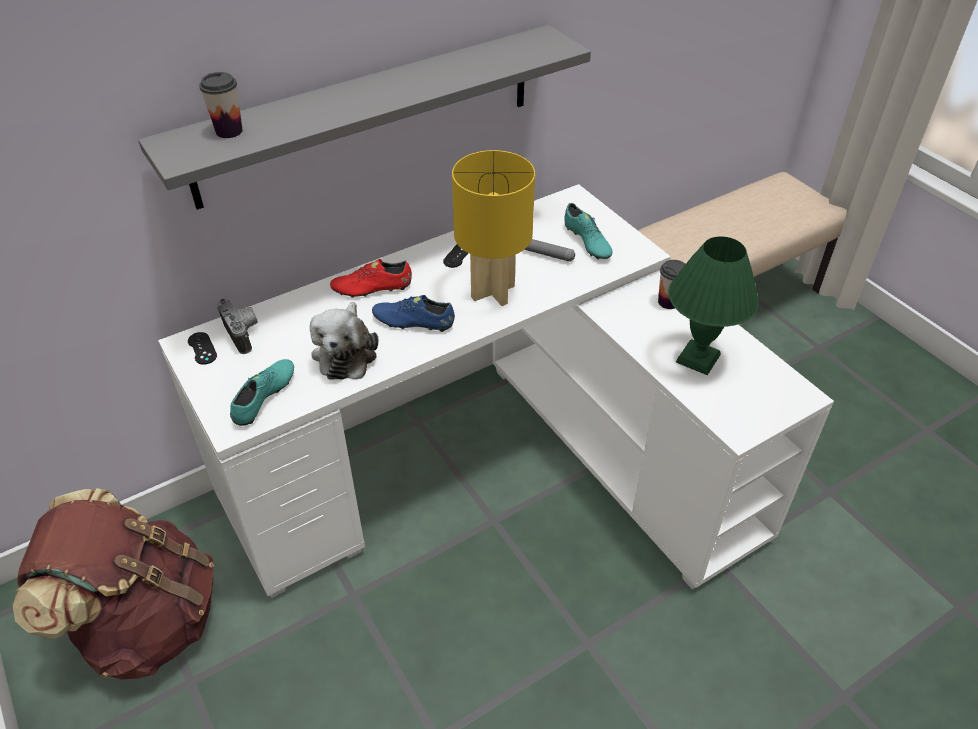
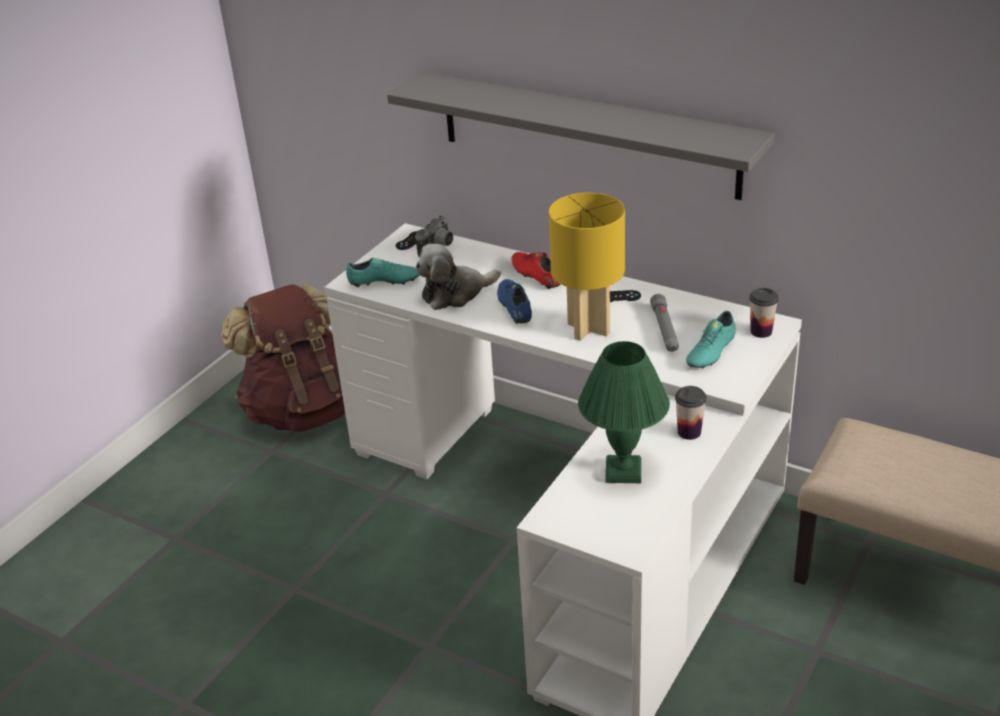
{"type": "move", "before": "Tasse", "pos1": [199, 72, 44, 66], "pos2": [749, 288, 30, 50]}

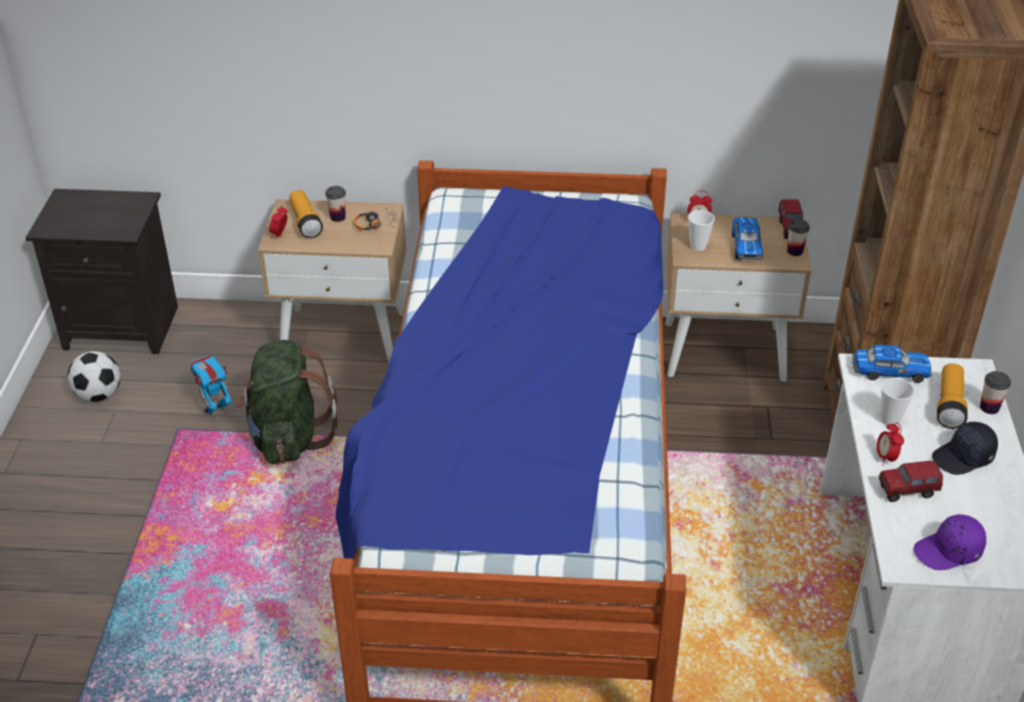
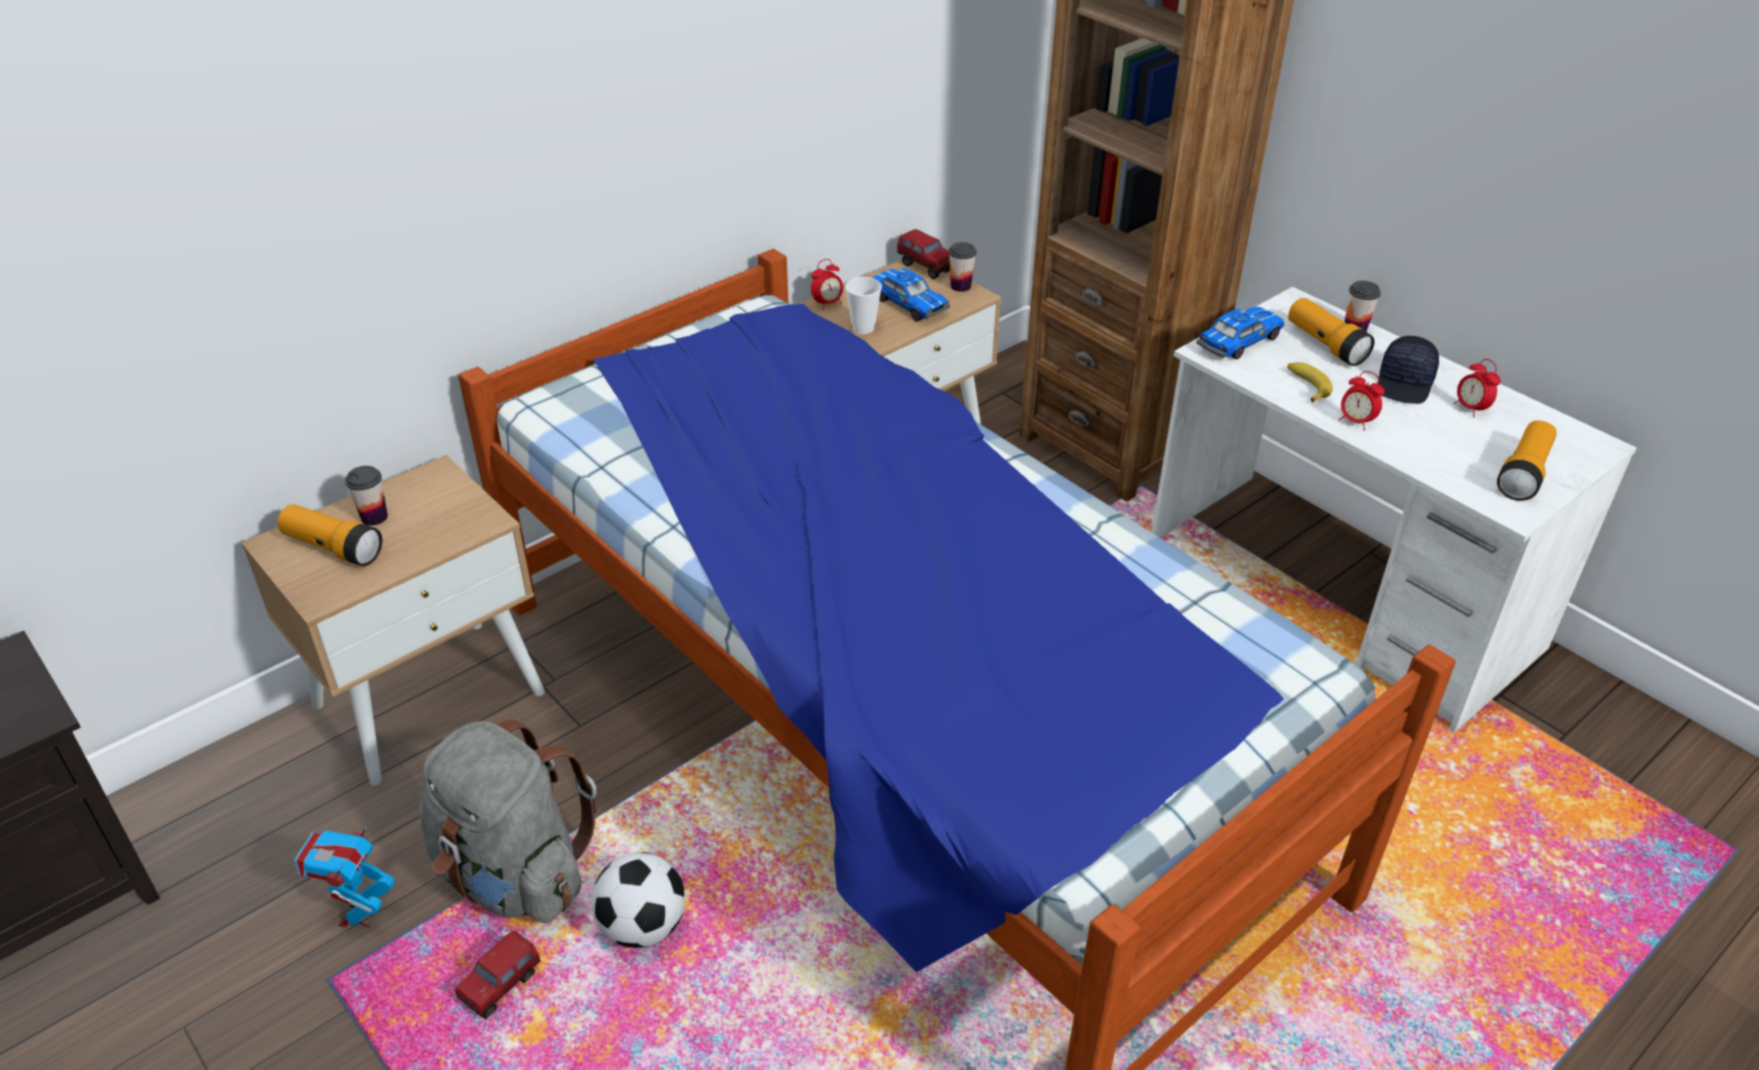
{"type": "delete", "before": "Kopfhörer", "pos1": [354, 208, 48, 22]}
{"type": "move", "before": "Fußball", "pos1": [67, 351, 54, 51], "pos2": [591, 852, 94, 96]}
{"type": "move", "before": "Wecker", "pos1": [269, 206, 19, 33], "pos2": [1454, 359, 47, 58]}
{"type": "move", "before": "Spielzeuglaster", "pos1": [879, 461, 64, 41], "pos2": [455, 931, 86, 88]}
{"type": "replace", "before": "Tasse", "after": "Banane", "pos1": [880, 378, 35, 48], "pos2": [1287, 362, 46, 40]}
{"type": "replace", "before": "Kappe/lila", "after": "Taschenlampe", "pos1": [913, 514, 73, 56], "pos2": [1497, 420, 60, 81]}
{"type": "recolor", "before": "Rucksack/grün", "after": "Rucksack/grau", "pos1": [235, 340, 102, 124], "pos2": [419, 719, 178, 204]}

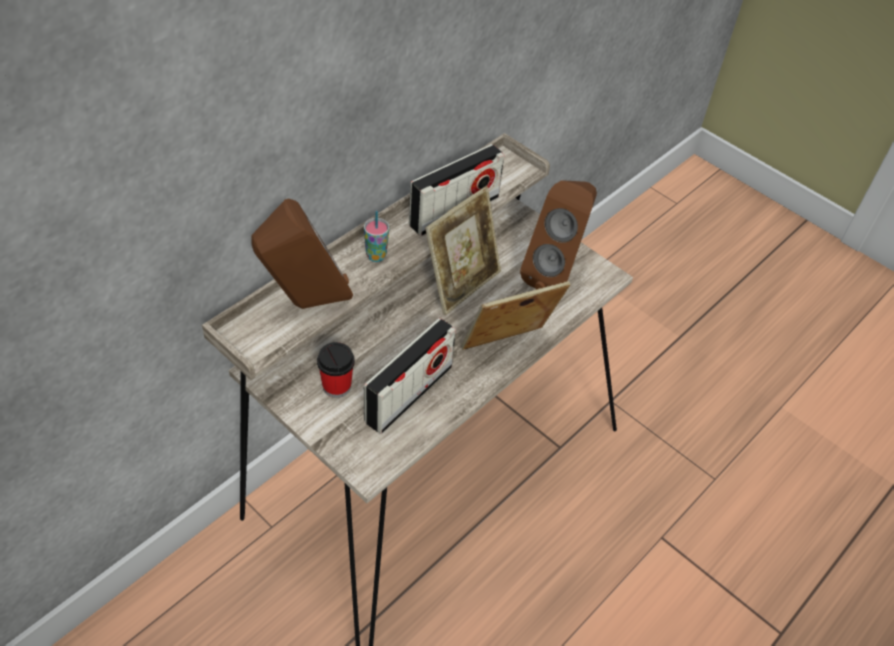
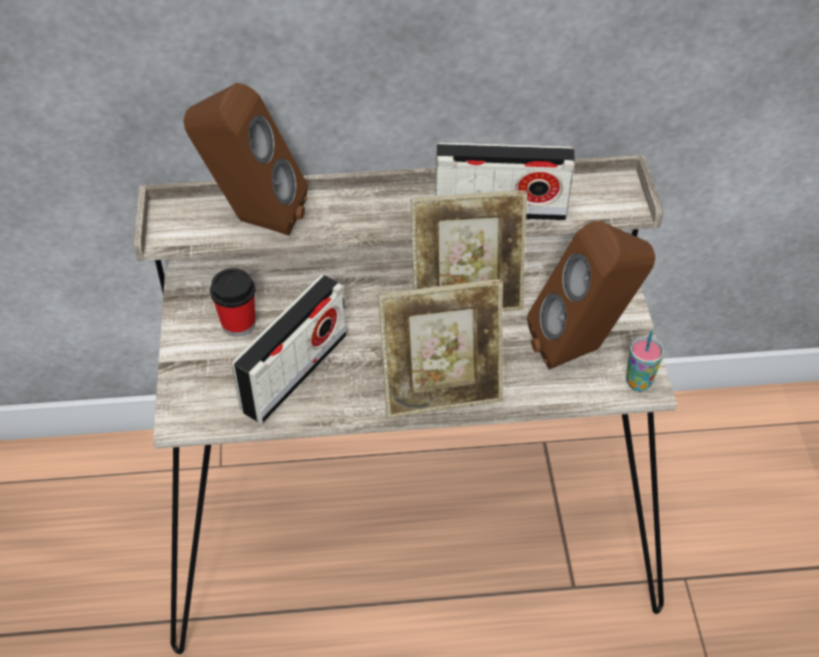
{"type": "move", "before": "Tasse", "pos1": [364, 211, 25, 51], "pos2": [626, 330, 38, 61]}
{"type": "rotate", "before": "Radio", "pos1": [364, 318, 92, 116], "pos2": [232, 274, 114, 149], "turn": -45}
{"type": "rotate", "before": "Bilderrahmen", "pos1": [461, 281, 110, 69], "pos2": [378, 279, 125, 139], "turn": 150}

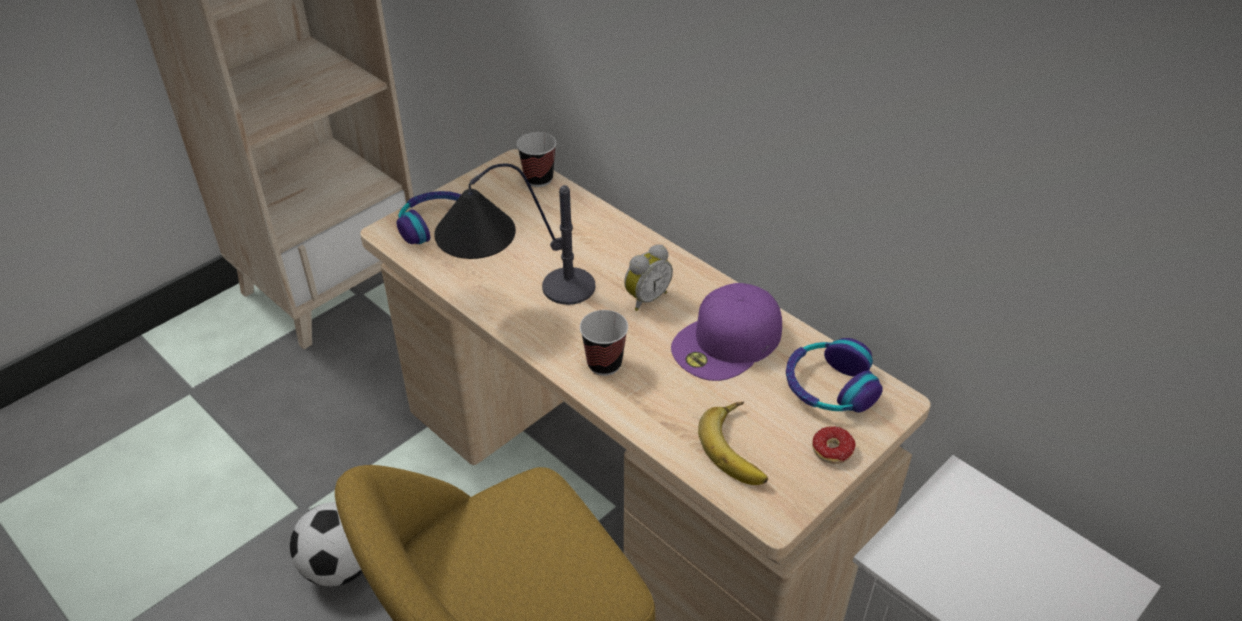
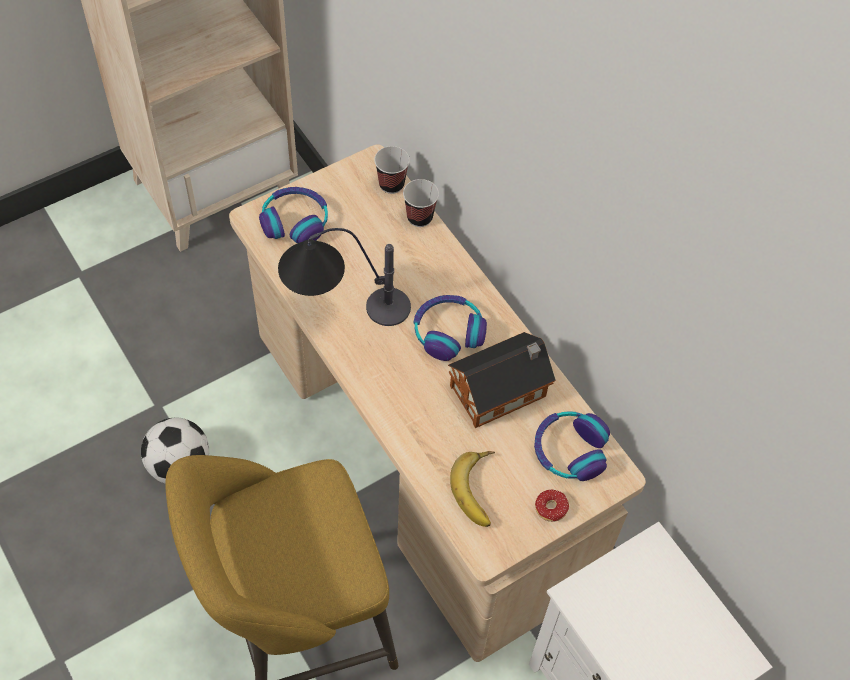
{"type": "move", "before": "Tasse", "pos1": [580, 310, 48, 66], "pos2": [403, 179, 36, 48]}
{"type": "replace", "before": "Wecker", "after": "Kopfhörer", "pos1": [624, 245, 49, 66], "pos2": [414, 295, 73, 66]}
{"type": "replace", "before": "Kappe/lila", "after": "Spielzeughaus", "pos1": [671, 283, 111, 98], "pos2": [448, 332, 108, 96]}

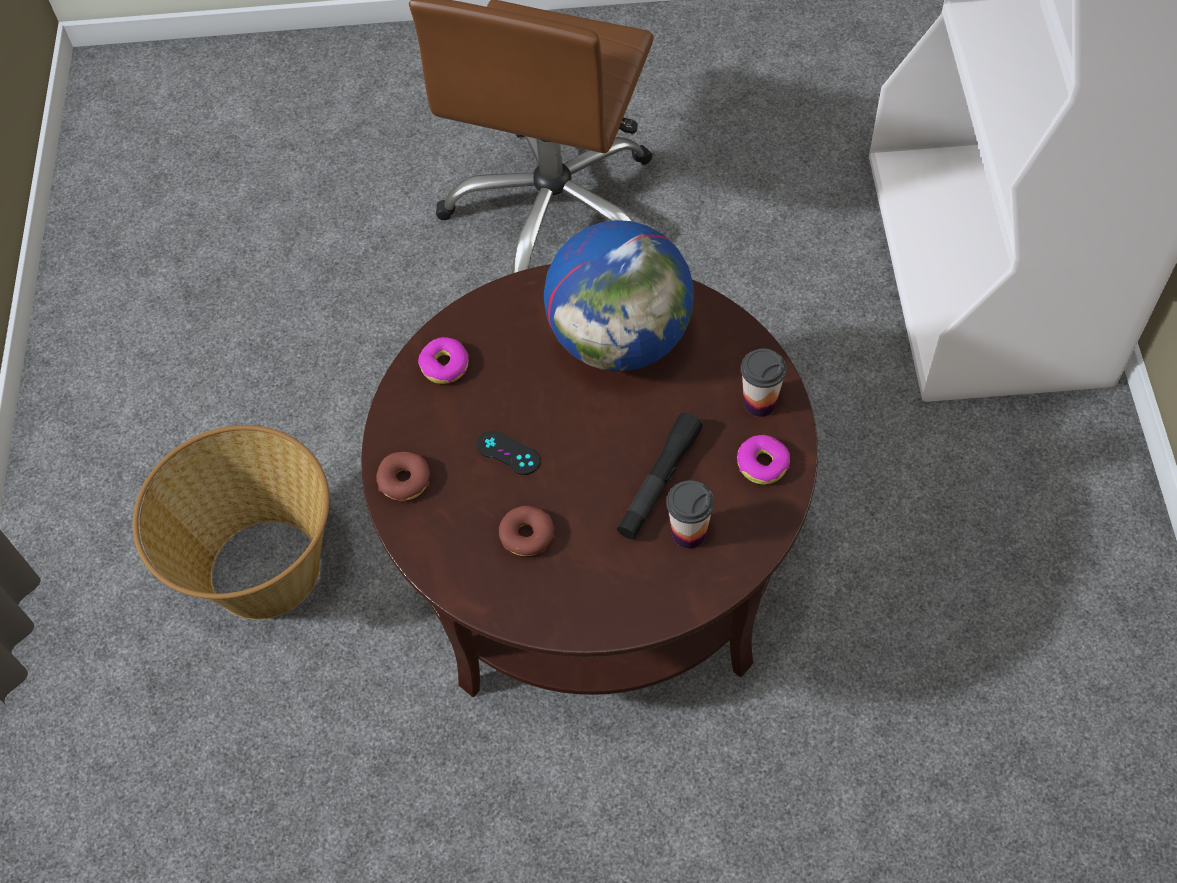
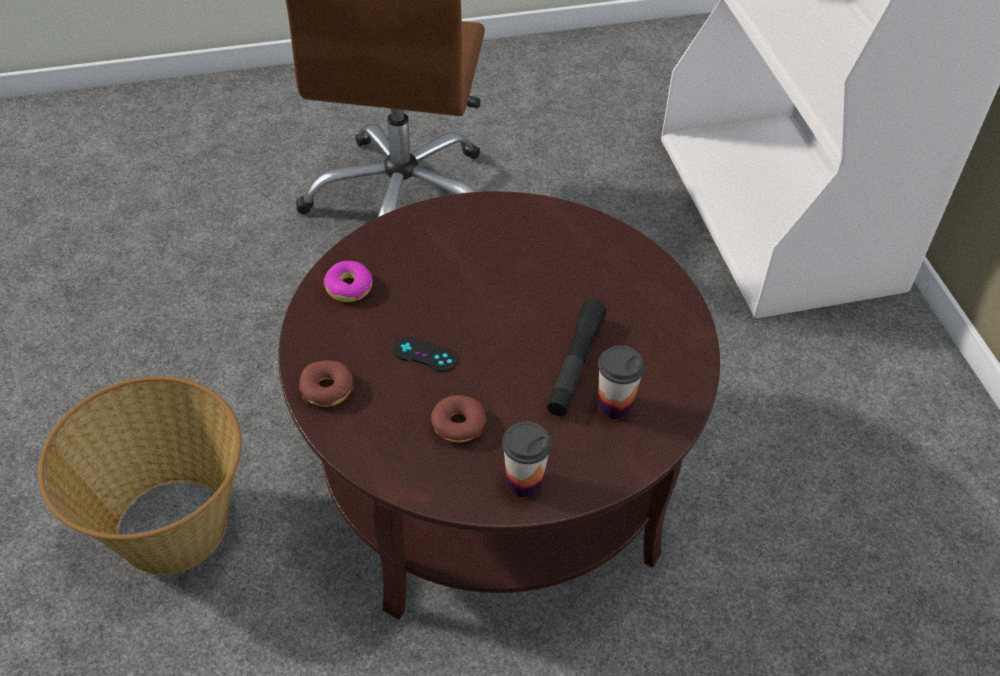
{"type": "delete", "before": "Globus", "pos1": [544, 220, 150, 152]}
{"type": "delete", "before": "Donut", "pos1": [737, 435, 53, 49]}
{"type": "move", "before": "Tasse", "pos1": [741, 348, 46, 69], "pos2": [502, 421, 50, 76]}

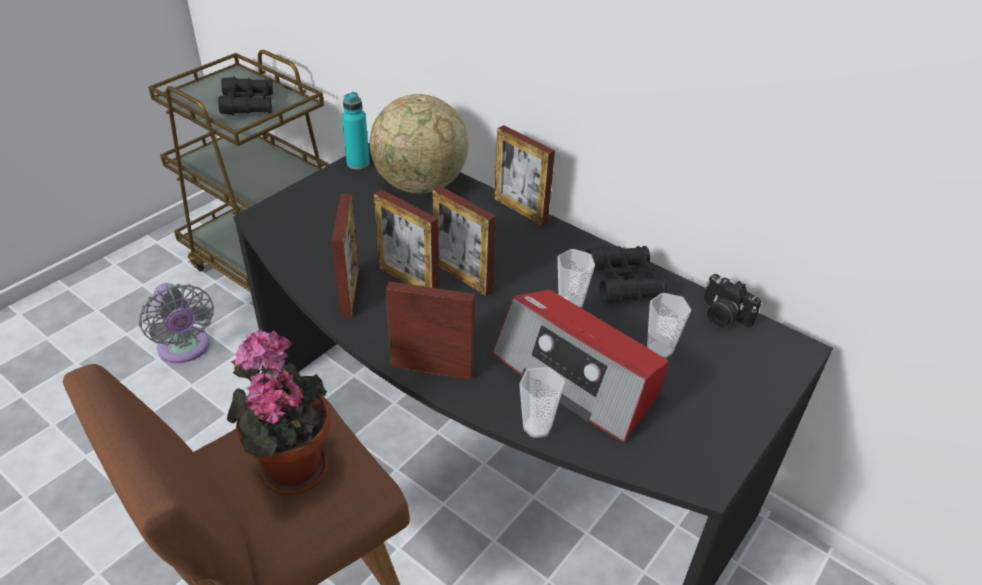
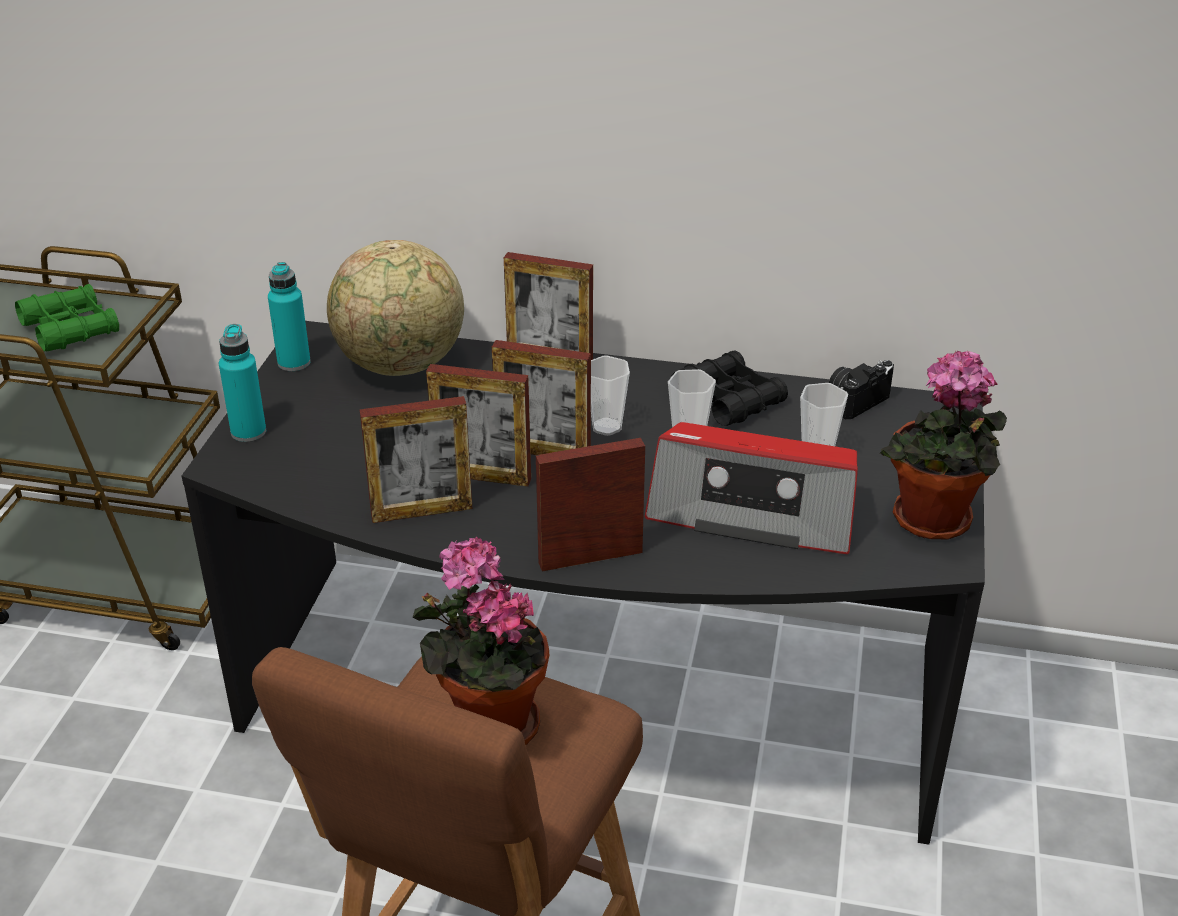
{"type": "delete", "before": "Ventilator/grau", "pos1": [139, 283, 75, 80]}
{"type": "insert", "after": "Flasche/türkis", "pos2": [219, 324, 47, 118]}
{"type": "insert", "after": "Topfpflanze", "pos2": [880, 351, 127, 188]}
{"type": "move", "before": "Tasse", "pos1": [519, 367, 46, 71], "pos2": [591, 355, 39, 81]}
{"type": "recolor", "before": "Fernglas/schwarz", "after": "Fernglas/grün", "pos1": [218, 76, 55, 39], "pos2": [15, 284, 104, 67]}
{"type": "rotate", "before": "Bilderrahmen", "pos1": [331, 194, 28, 124], "pos2": [359, 396, 114, 127], "turn": 105}
{"type": "rotate", "before": "Kamera", "pos1": [704, 274, 57, 53], "pos2": [829, 360, 65, 59], "turn": 120}

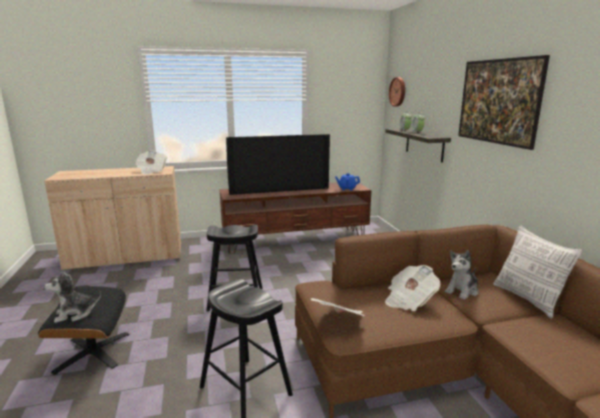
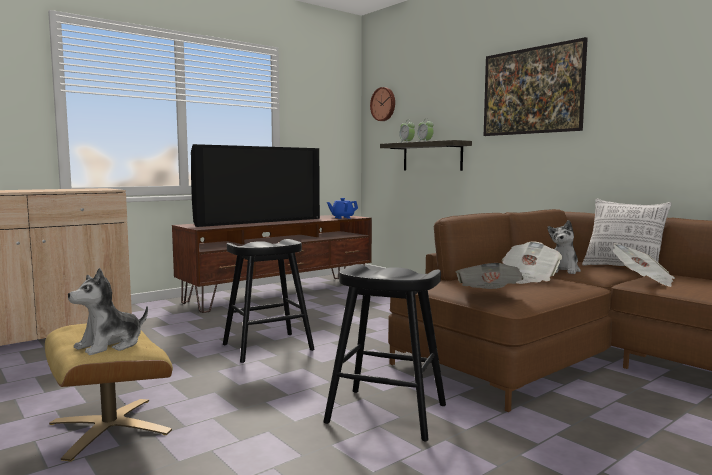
{"type": "move", "before": "Zeitung", "pos1": [135, 151, 32, 24], "pos2": [613, 243, 62, 44]}
{"type": "recolor", "before": "Polsterhocker/schwarz", "after": "Polsterhocker/beige", "pos1": [38, 286, 91, 89], "pos2": [45, 324, 128, 137]}

